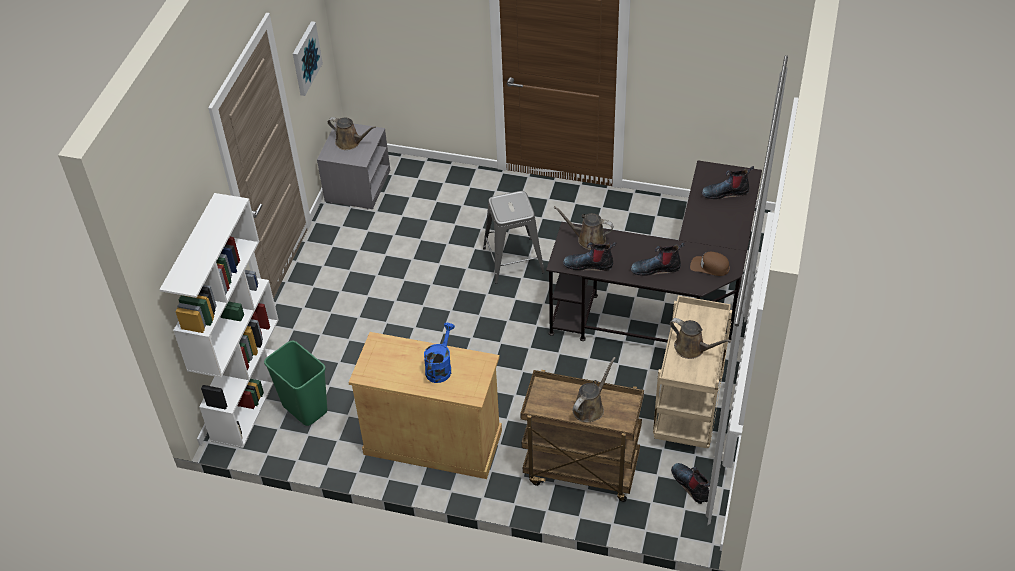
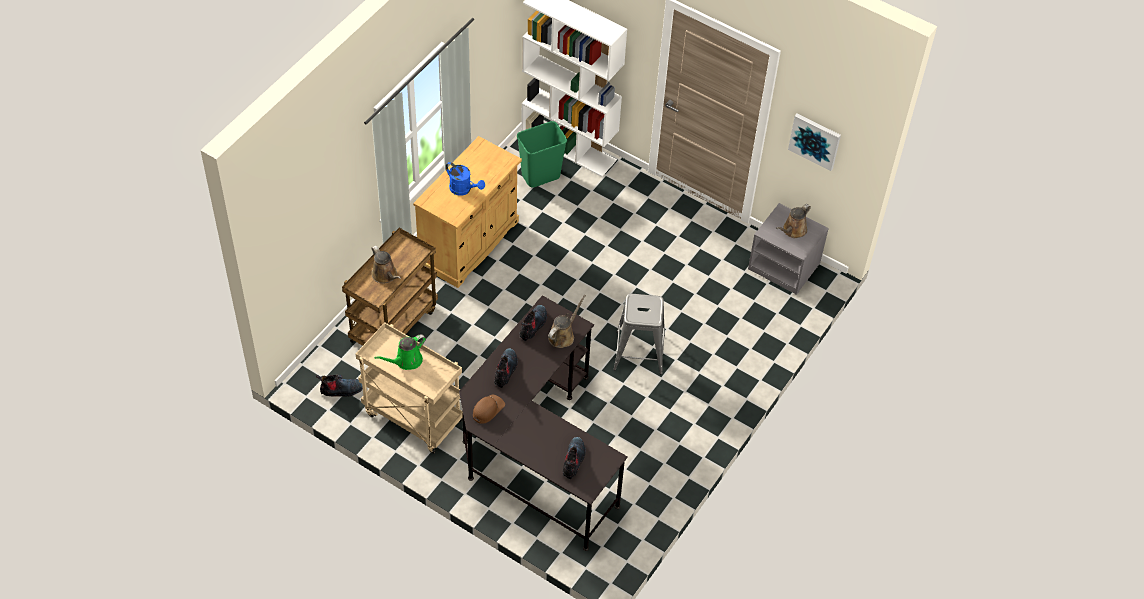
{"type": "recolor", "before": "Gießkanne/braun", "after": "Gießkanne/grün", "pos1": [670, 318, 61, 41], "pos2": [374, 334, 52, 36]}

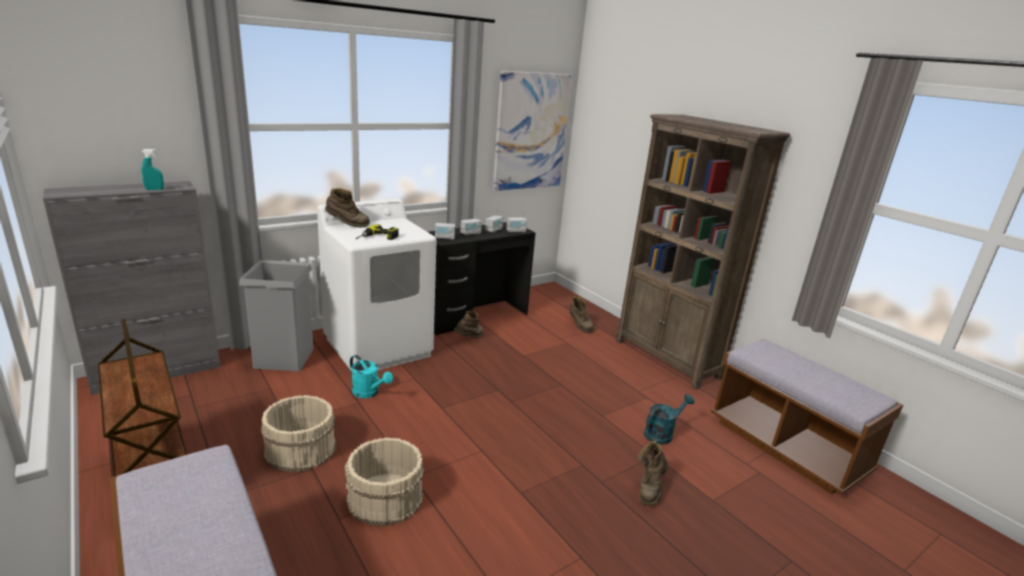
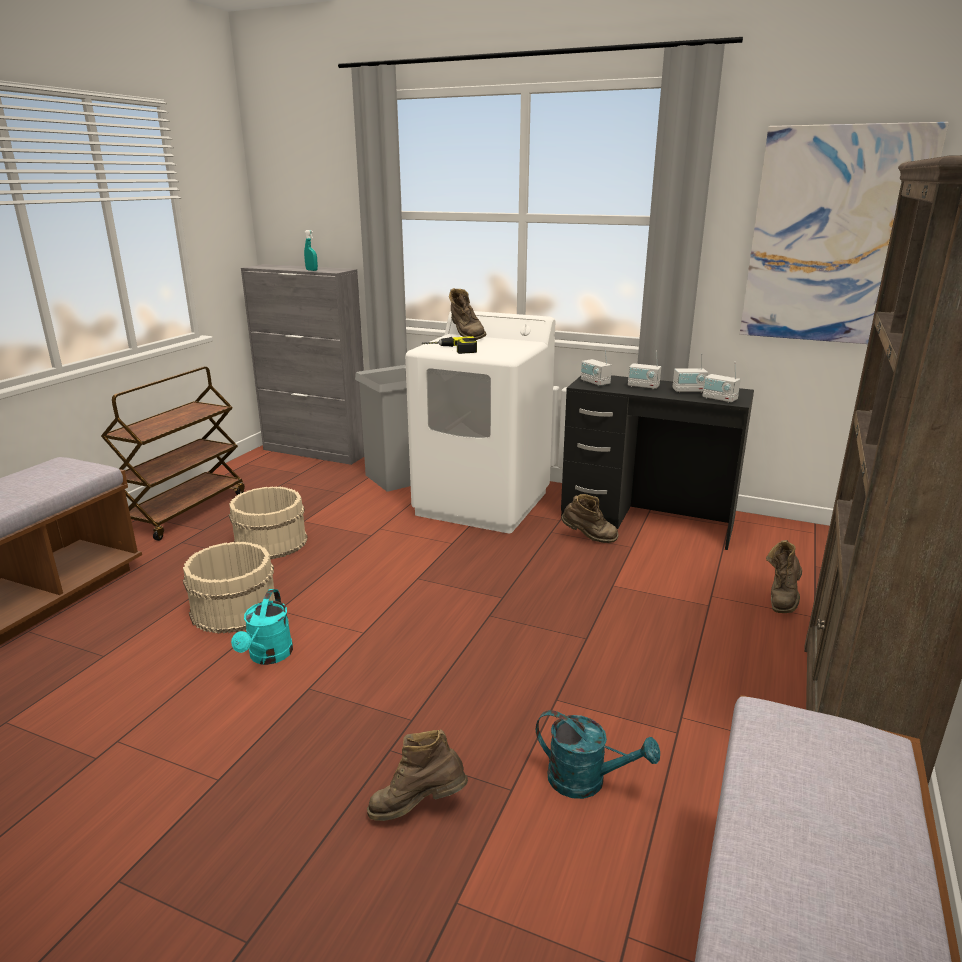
{"type": "move", "before": "Gießkanne/türkis", "pos1": [350, 355, 43, 43], "pos2": [231, 589, 62, 76]}

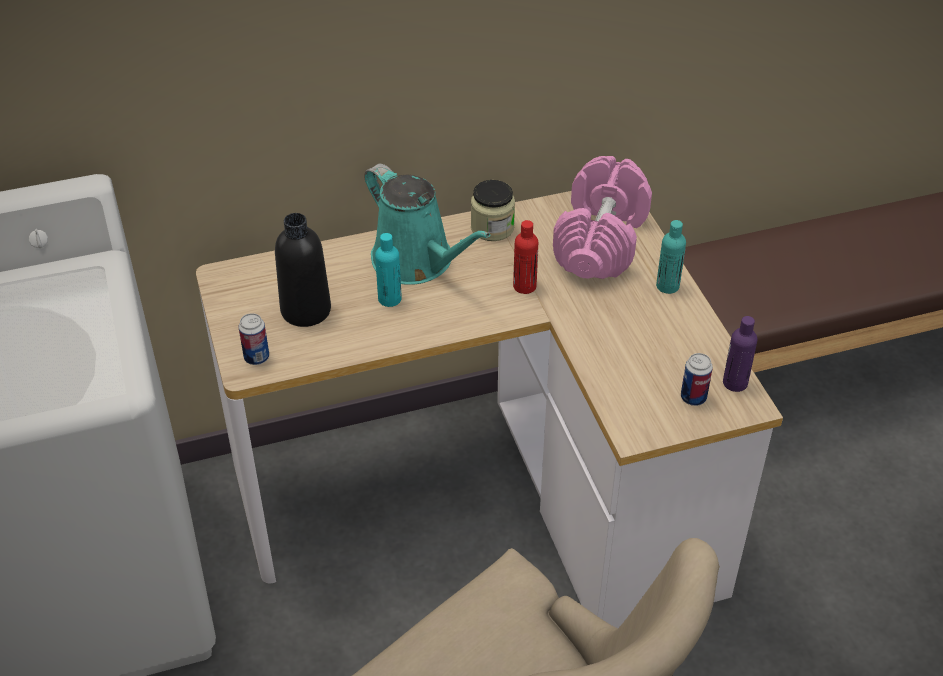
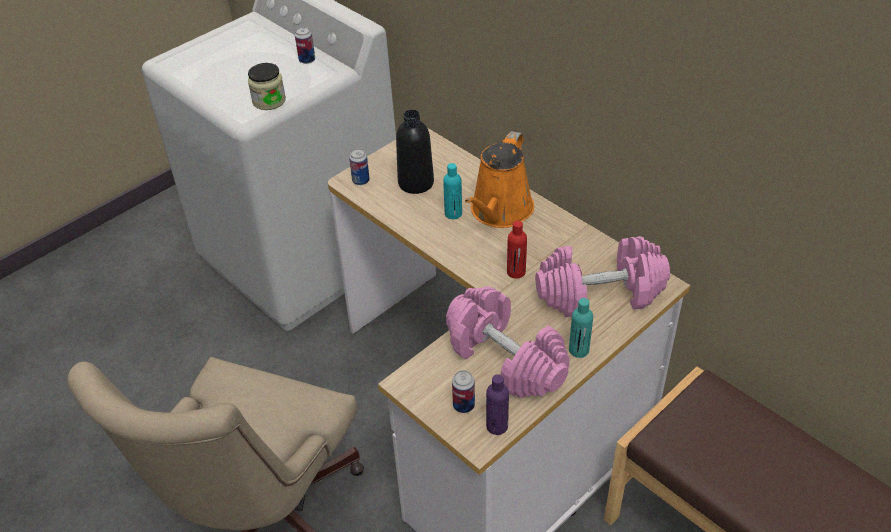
{"type": "insert", "after": "Dose", "pos2": [295, 27, 20, 37]}
{"type": "insert", "after": "Hantel/rosa", "pos2": [446, 286, 124, 113]}
{"type": "move", "before": "Vorratsglas", "pos1": [471, 180, 44, 61], "pos2": [248, 63, 38, 47]}
{"type": "recolor", "before": "Gießkanne/türkis", "after": "Gießkanne/orange", "pos1": [365, 164, 125, 121], "pos2": [465, 131, 69, 97]}

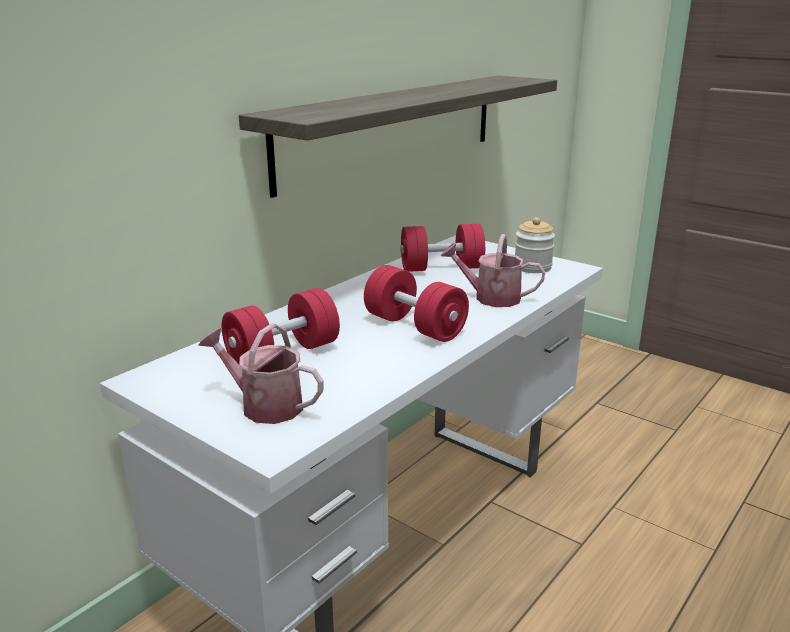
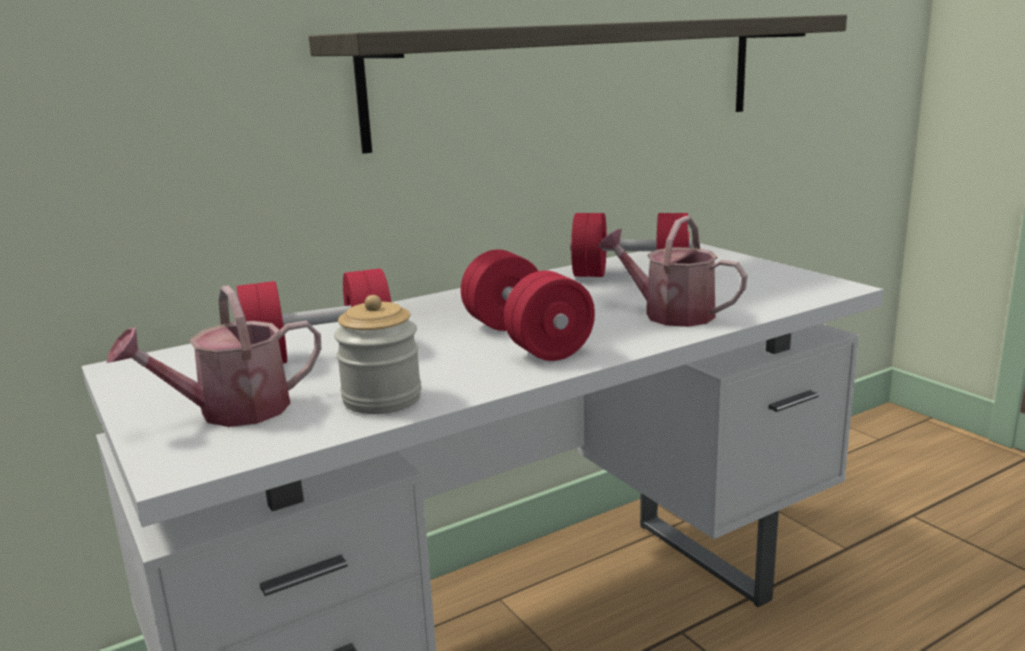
{"type": "move", "before": "Vorratsglas", "pos1": [515, 217, 40, 56], "pos2": [334, 295, 88, 119]}
{"type": "rotate", "before": "Gießkanne", "pos1": [198, 323, 126, 101], "pos2": [107, 285, 214, 142], "turn": -75}

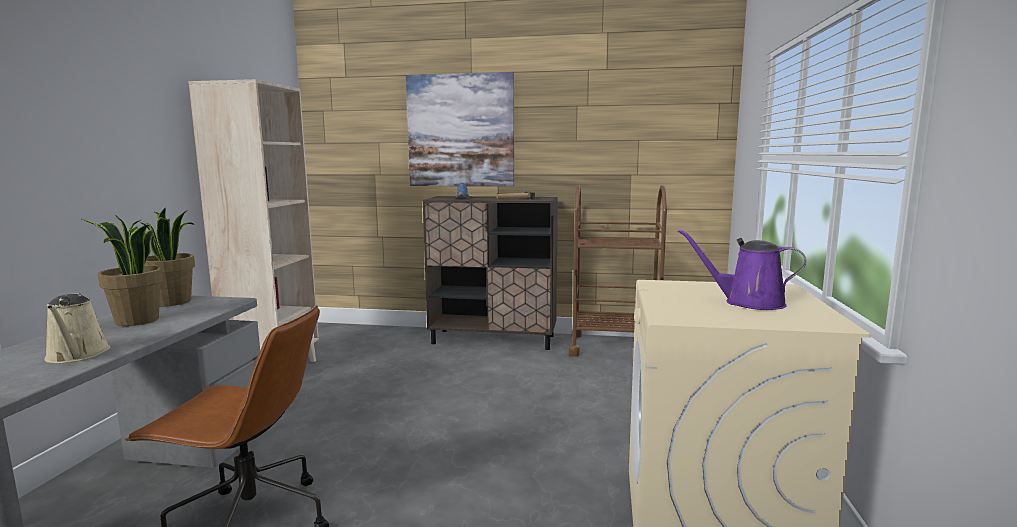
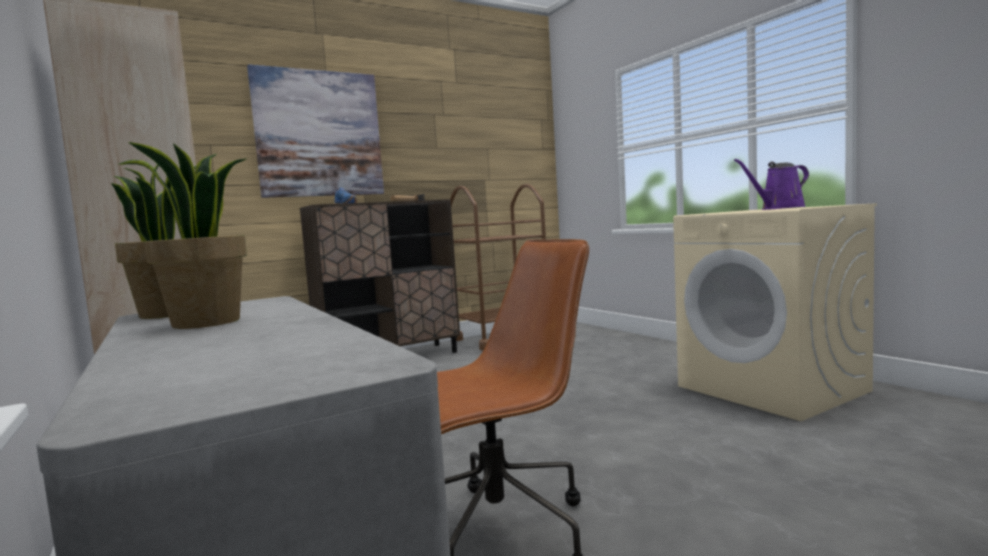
{"type": "delete", "before": "Gießkanne/beige", "pos1": [44, 293, 66, 70]}

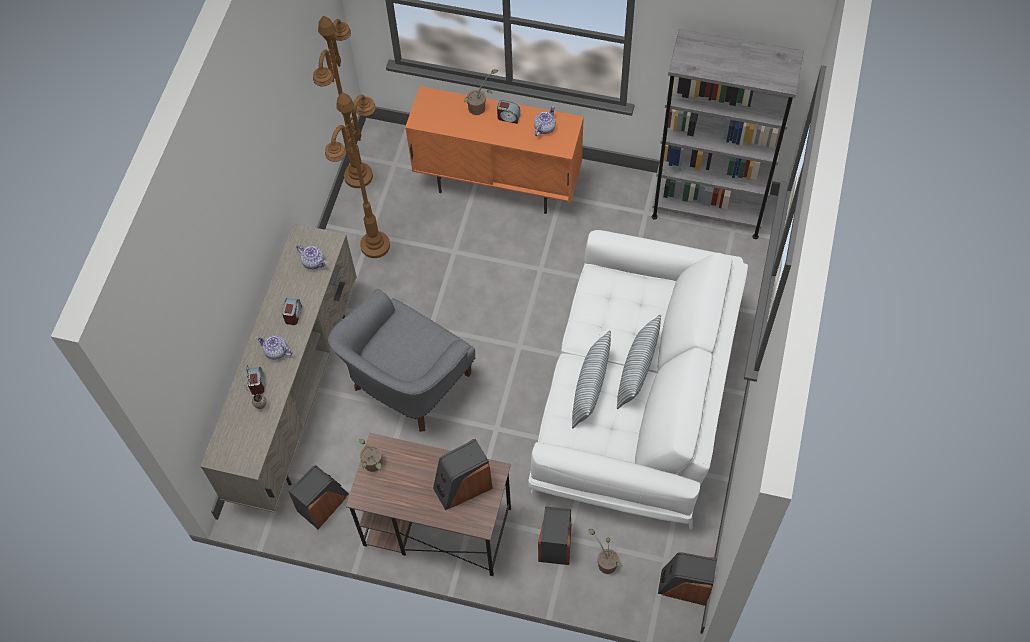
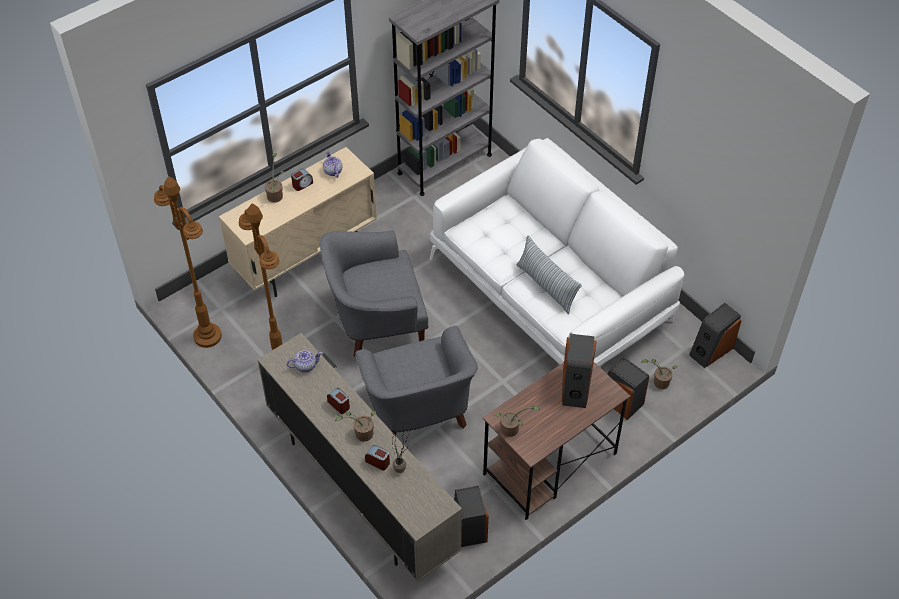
{"type": "delete", "before": "Kissen", "pos1": [617, 314, 44, 95]}
{"type": "insert", "after": "Sessel/grau", "pos2": [320, 230, 109, 127]}
{"type": "replace", "before": "Teekanne", "after": "Topfpflanze", "pos1": [256, 335, 37, 25], "pos2": [335, 411, 41, 30]}
{"type": "recolor", "before": "Schrank/orange", "after": "Schrank/beige", "pos1": [405, 86, 179, 128], "pos2": [219, 147, 158, 150]}

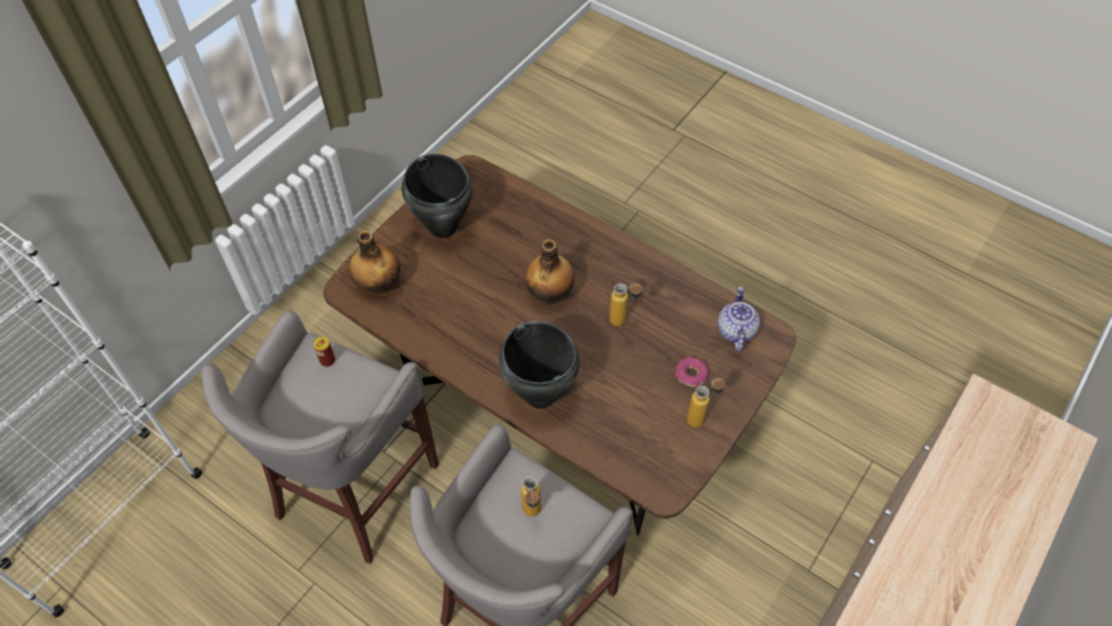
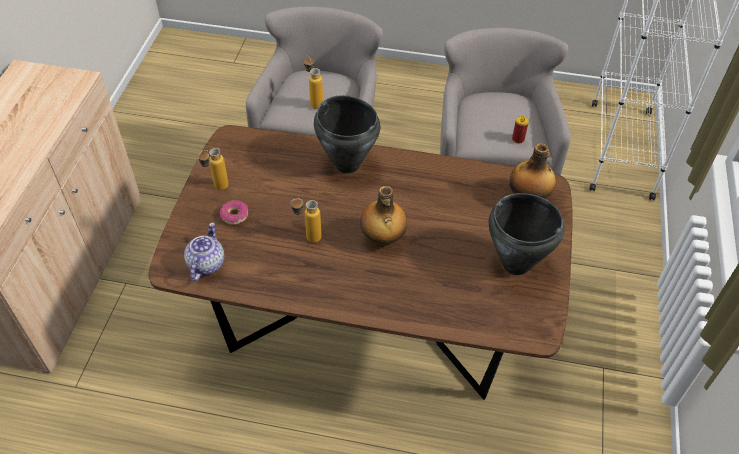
{"type": "rotate", "before": "Teekanne", "pos1": [718, 287, 42, 64], "pos2": [184, 222, 40, 60], "turn": -150}

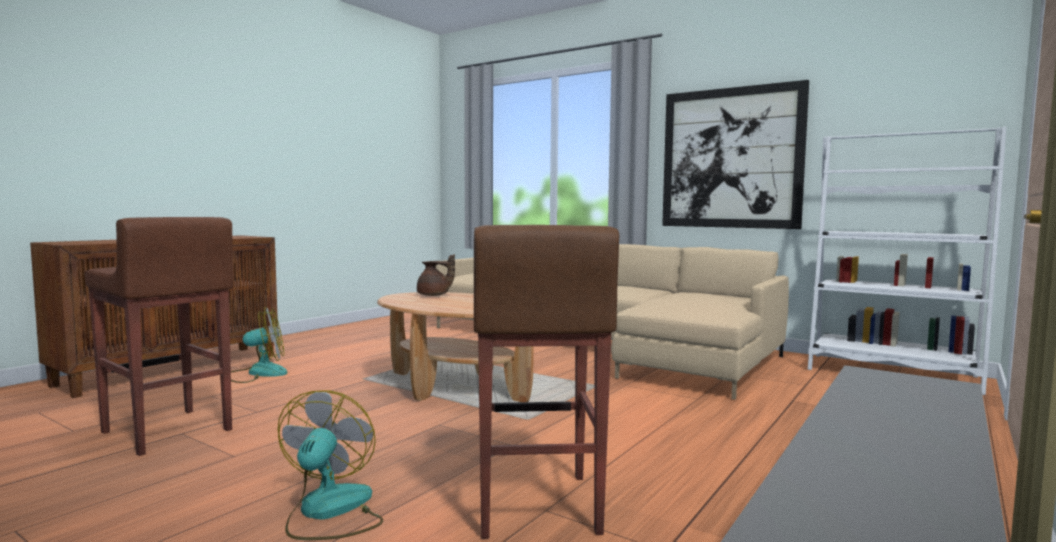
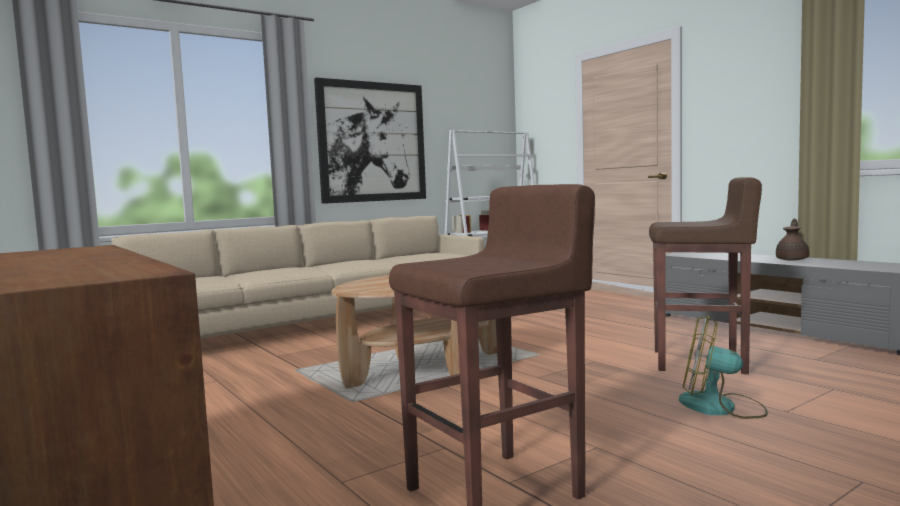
{"type": "delete", "before": "Ventilator", "pos1": [231, 307, 57, 76]}
{"type": "move", "before": "Teekanne/braun", "pos1": [417, 254, 38, 42], "pos2": [776, 219, 34, 42]}

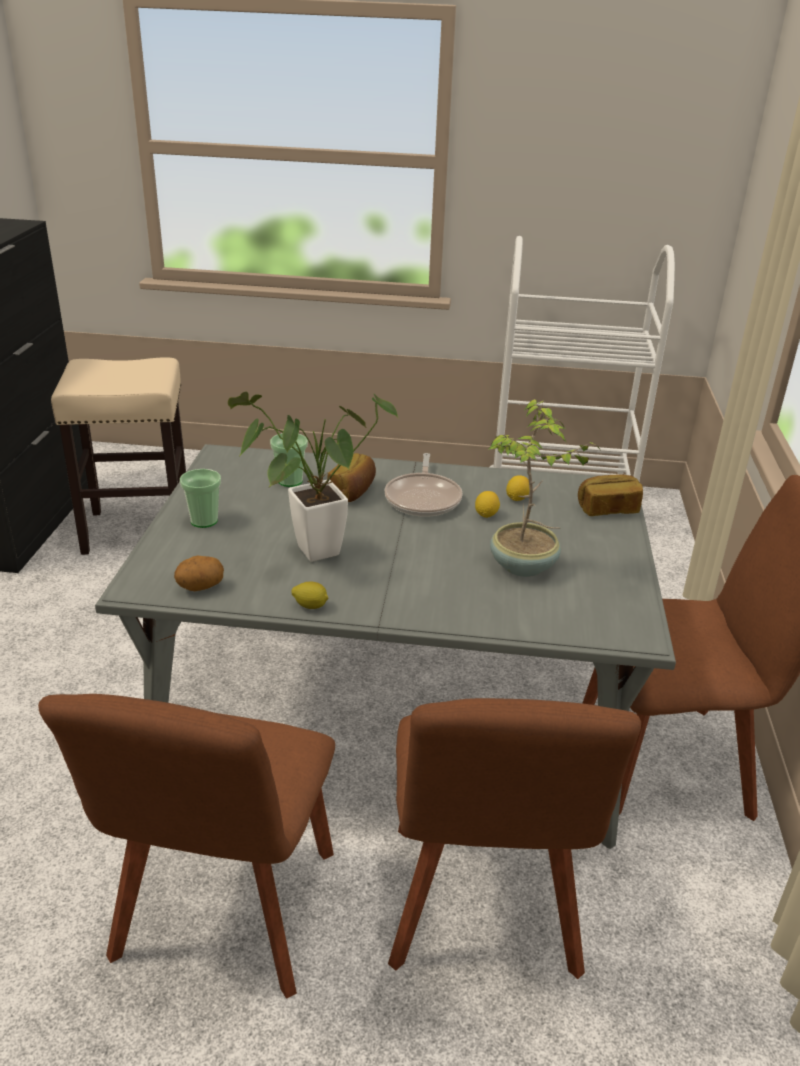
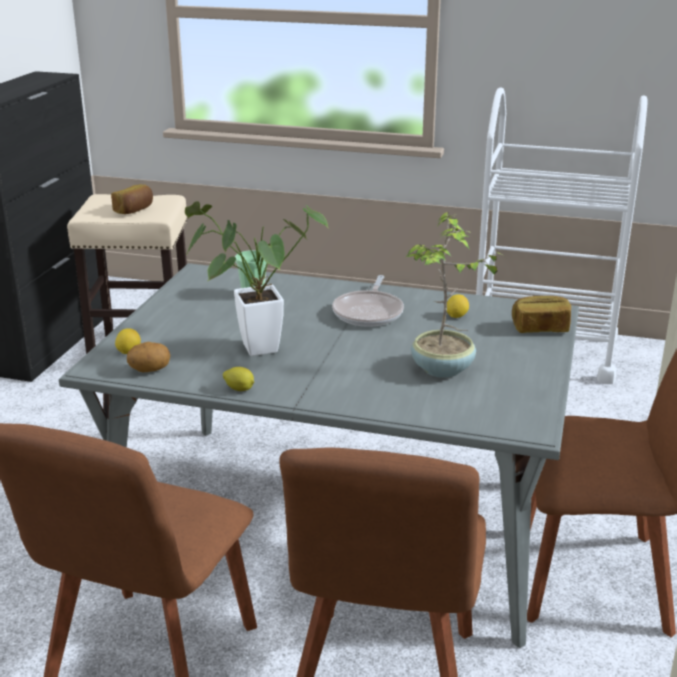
{"type": "delete", "before": "Tasse", "pos1": [180, 469, 41, 59]}
{"type": "move", "before": "Brot", "pos1": [327, 453, 49, 49], "pos2": [111, 184, 42, 30]}
{"type": "move", "before": "Zitrone", "pos1": [475, 491, 25, 27], "pos2": [115, 328, 26, 26]}

